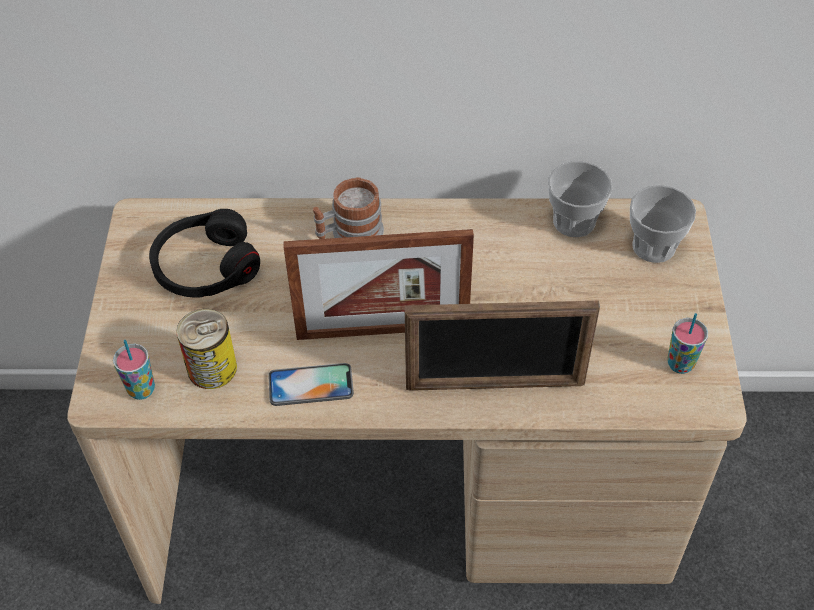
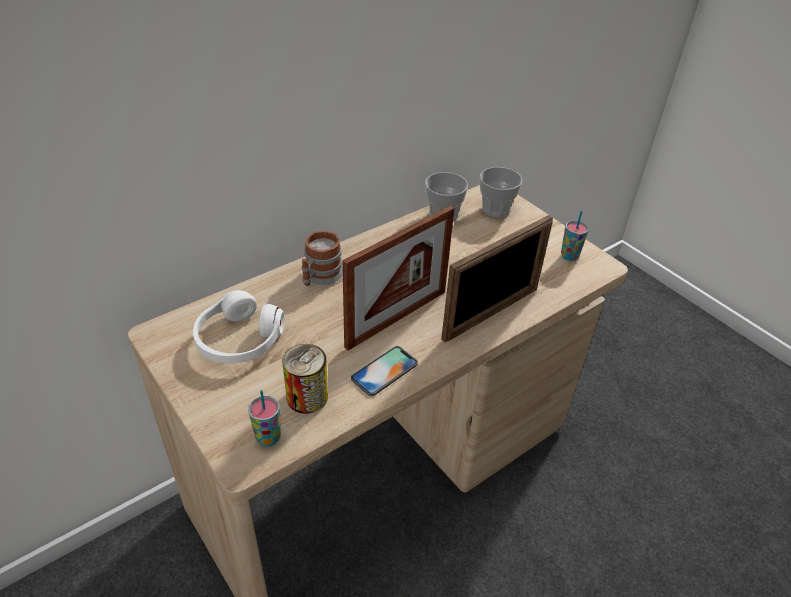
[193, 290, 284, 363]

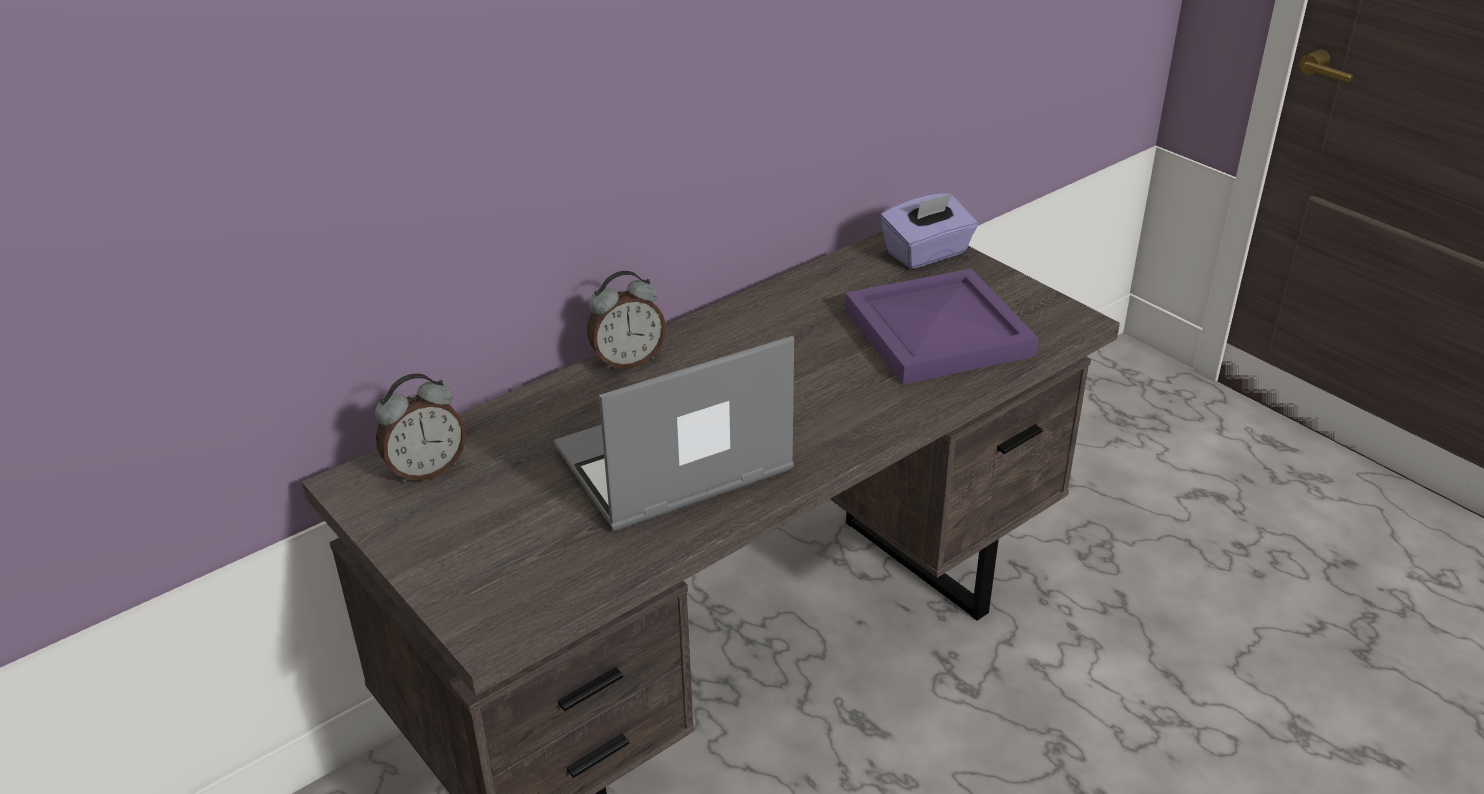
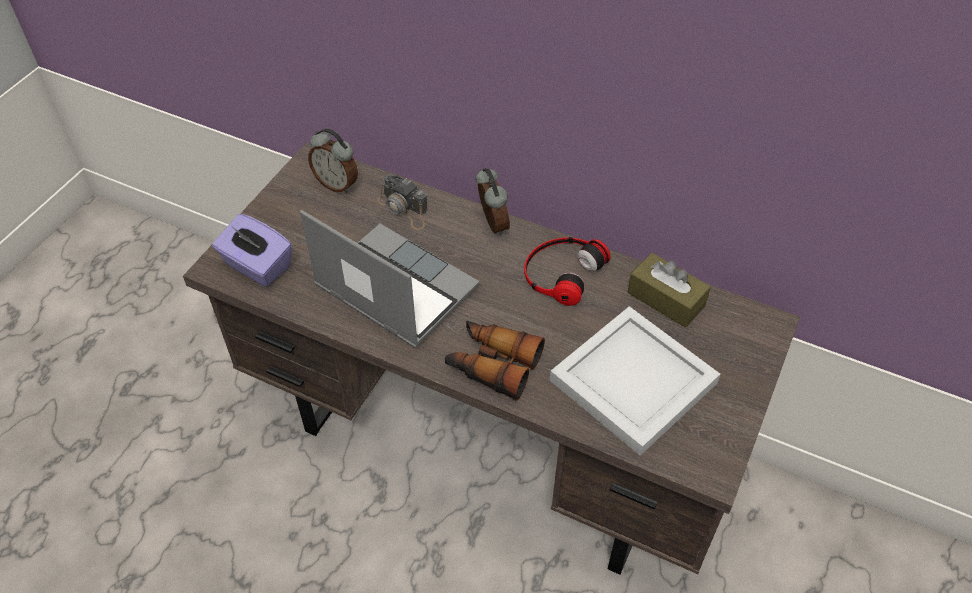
[212, 214, 292, 287]
[377, 174, 428, 230]
[445, 321, 545, 401]
[476, 167, 510, 236]
[524, 237, 611, 306]
[550, 306, 720, 456]
[628, 253, 711, 328]

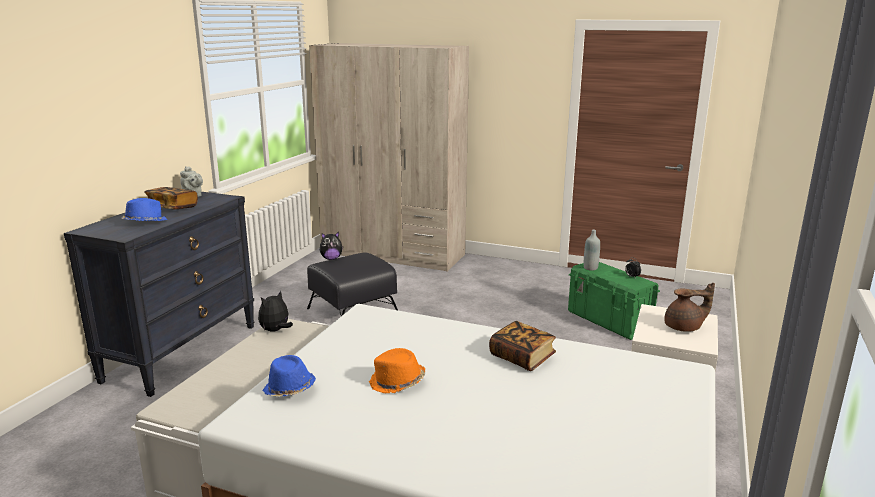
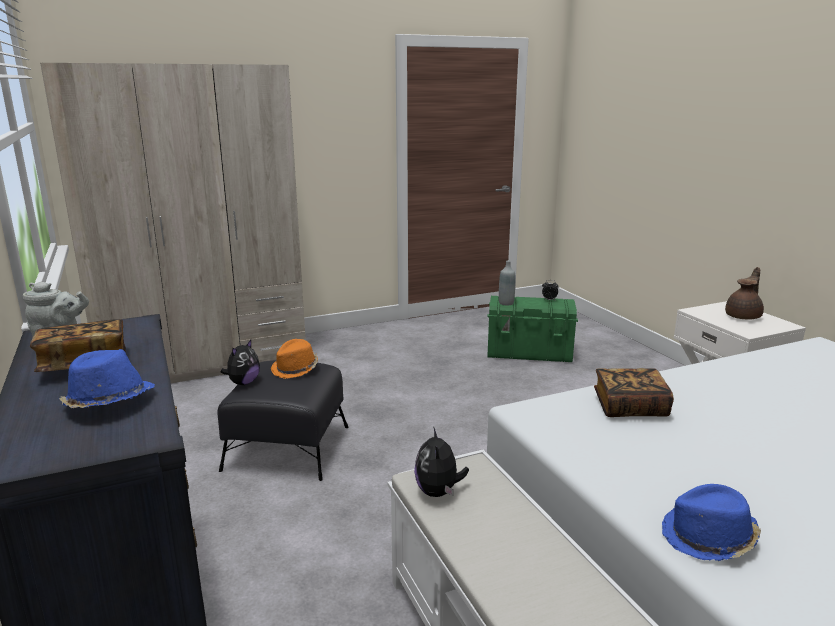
[271, 339, 318, 379]
[594, 368, 674, 417]

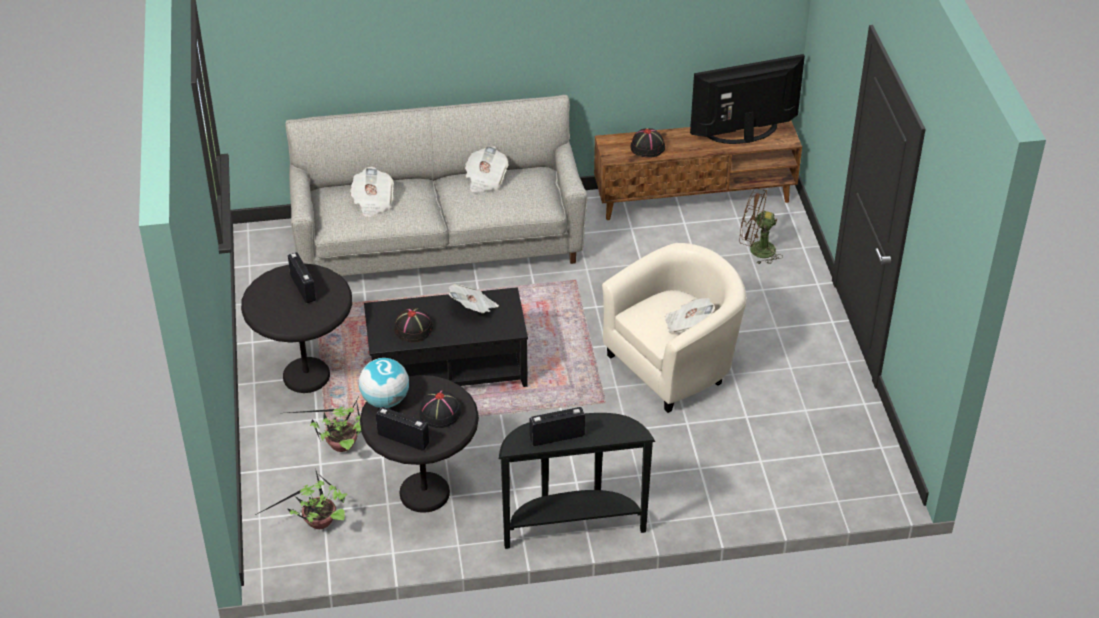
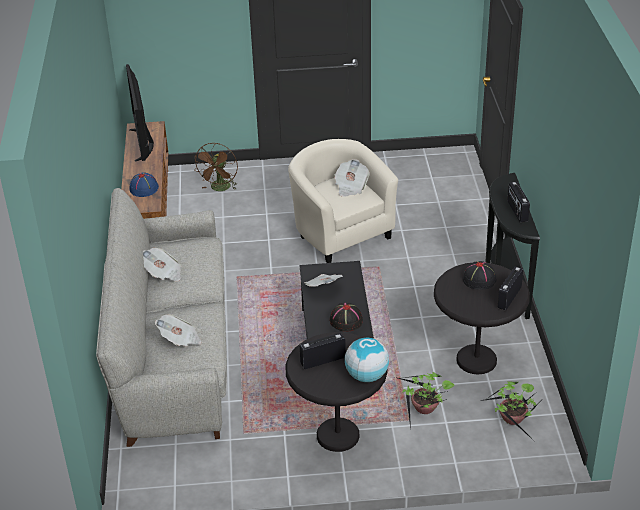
[129, 172, 159, 197]
[345, 338, 389, 382]

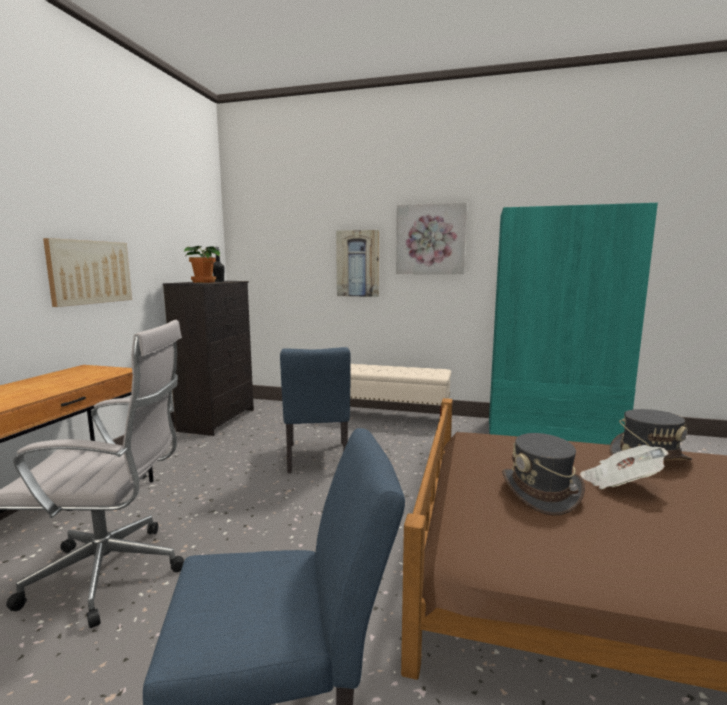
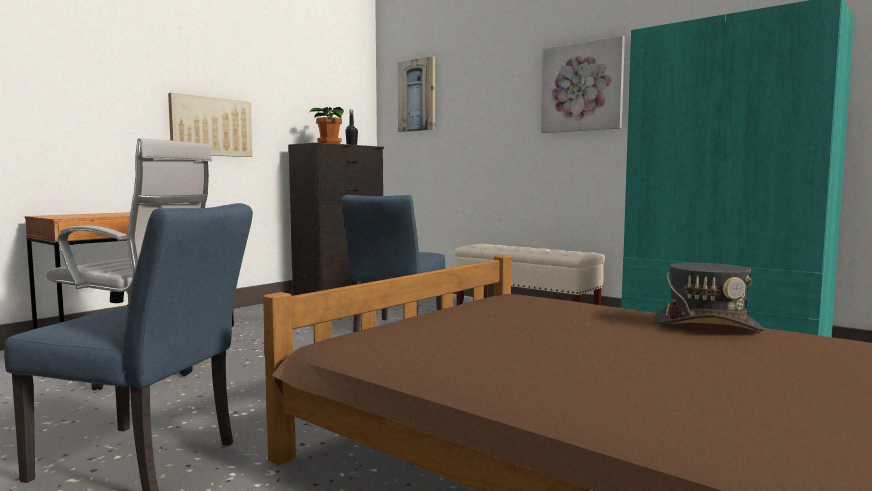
[398, 56, 435, 132]
[502, 433, 585, 516] (first image)
[580, 445, 669, 489] (first image)

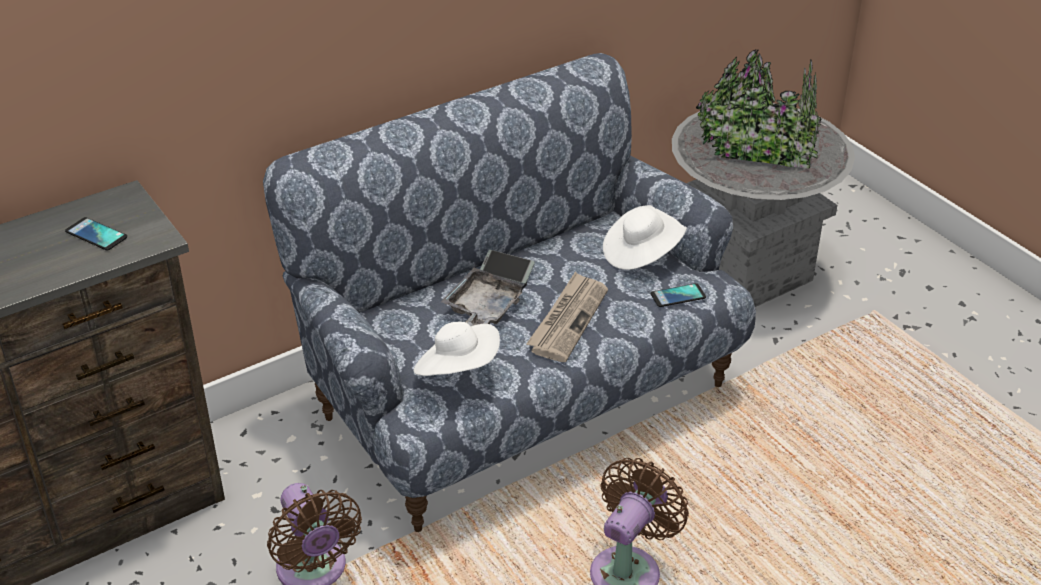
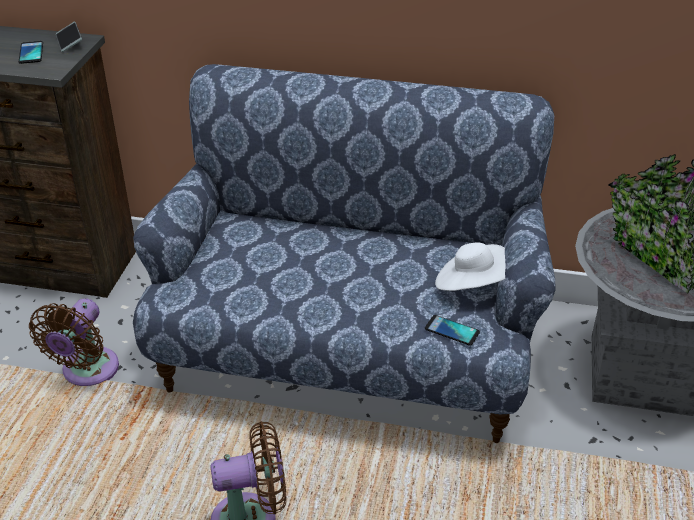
[56, 22, 82, 52]
[414, 322, 500, 376] (first image)
[441, 268, 527, 326] (first image)
[526, 272, 608, 362] (first image)

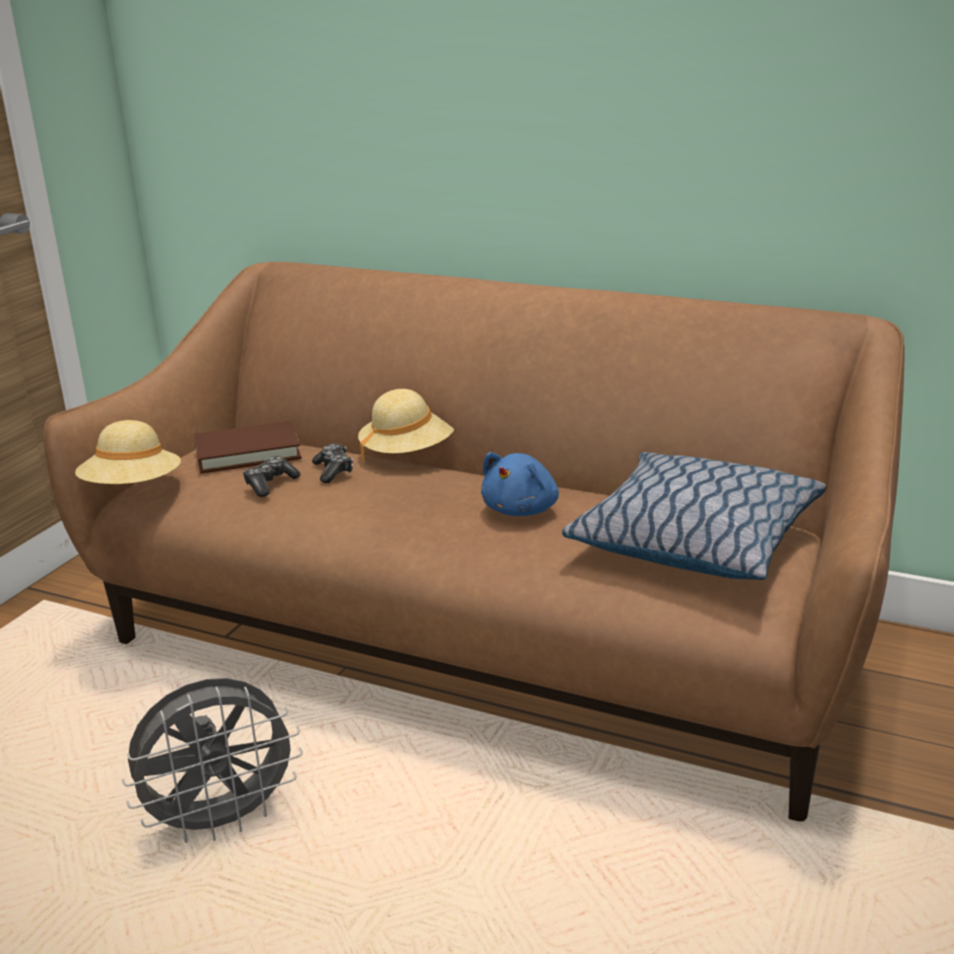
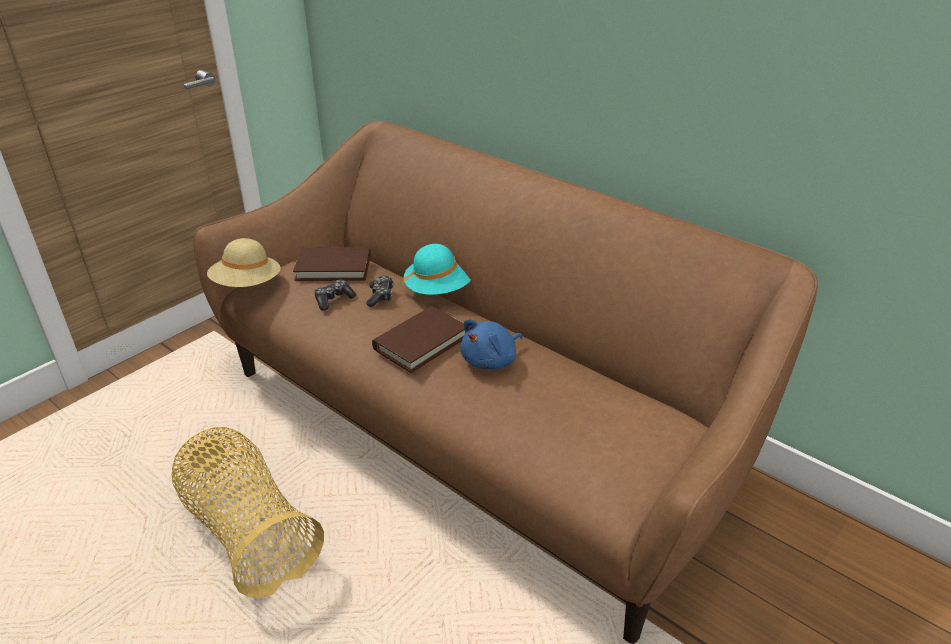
[172, 427, 324, 598]
[372, 306, 465, 373]
[403, 244, 471, 295]
[562, 452, 826, 580] (first image)

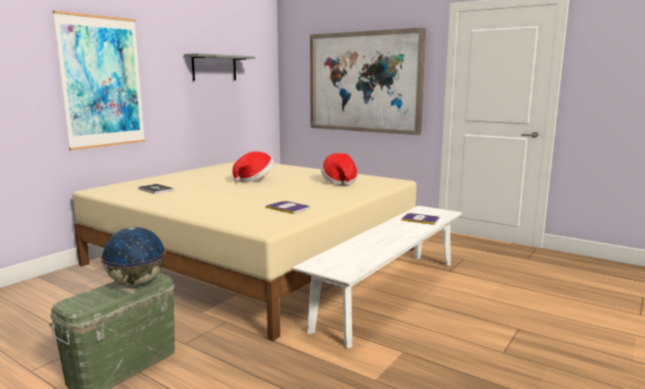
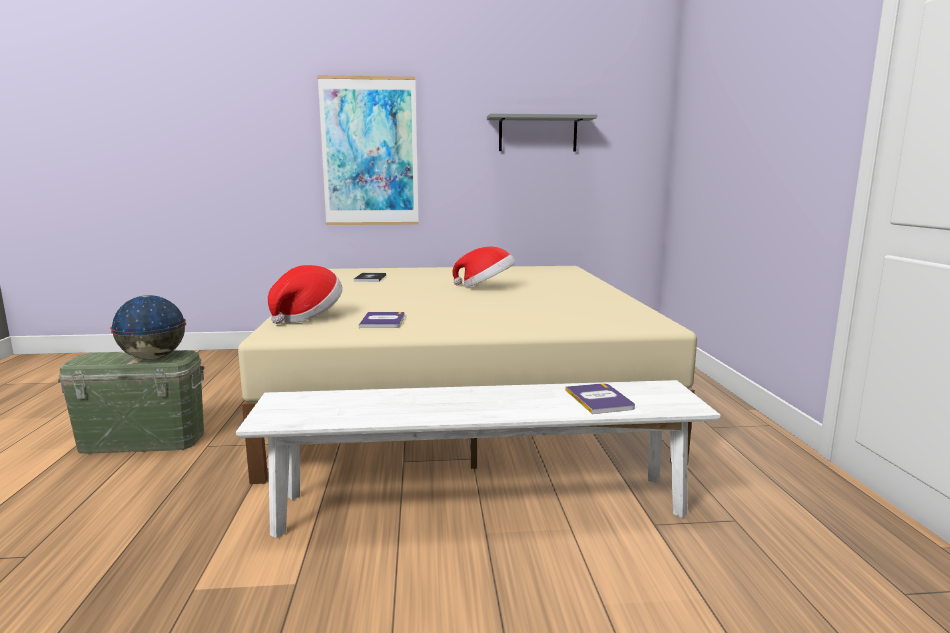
[268, 265, 343, 324]
[310, 28, 426, 135] (first image)

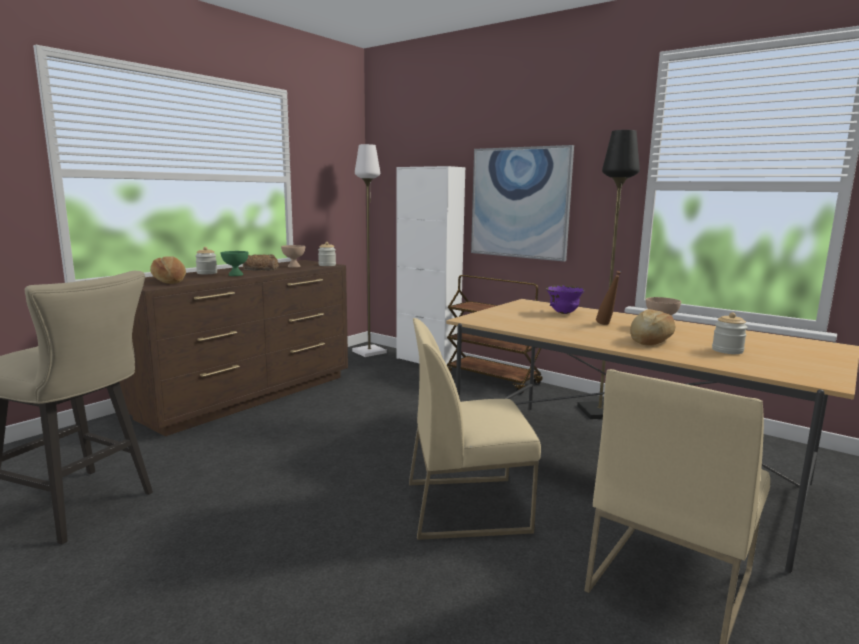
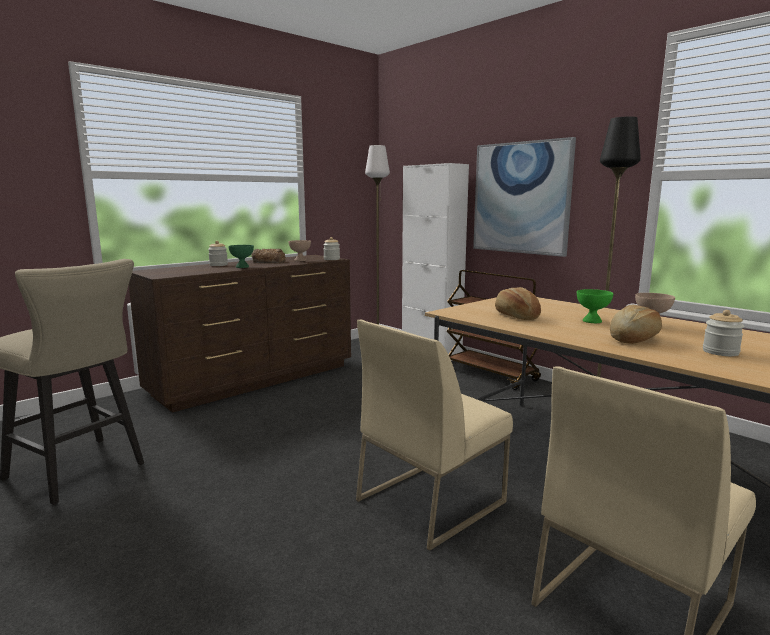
[356, 320, 513, 551]
[495, 287, 541, 320]
[577, 289, 613, 323]
[546, 285, 585, 314] (first image)

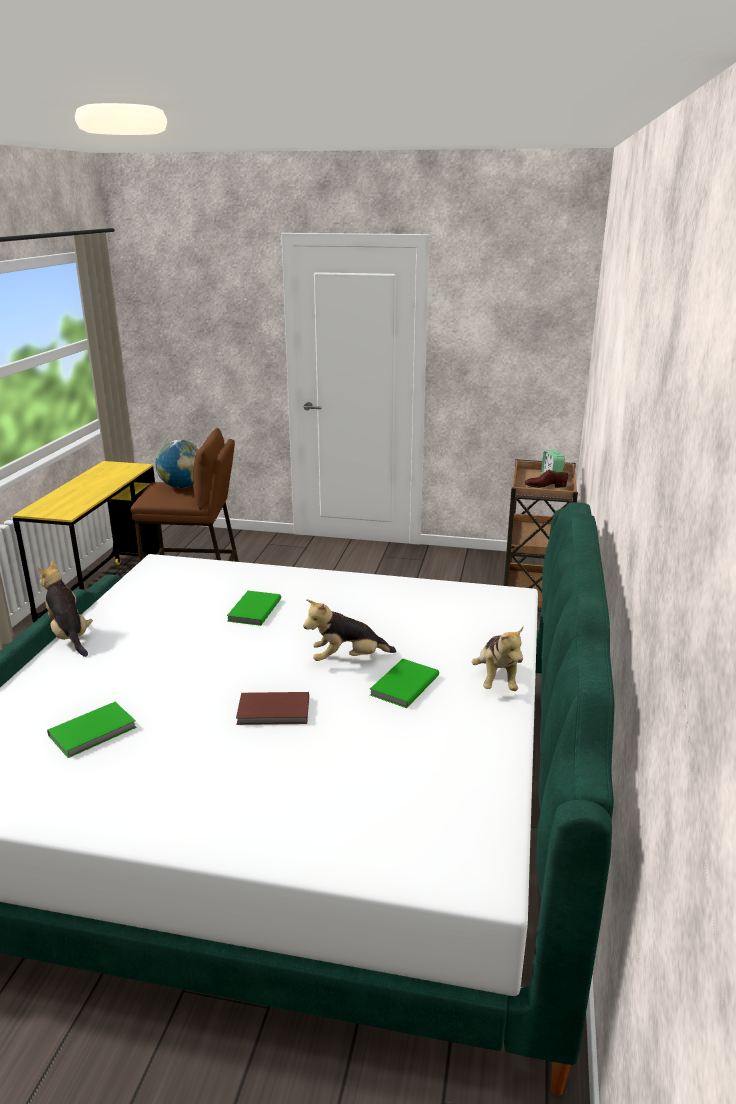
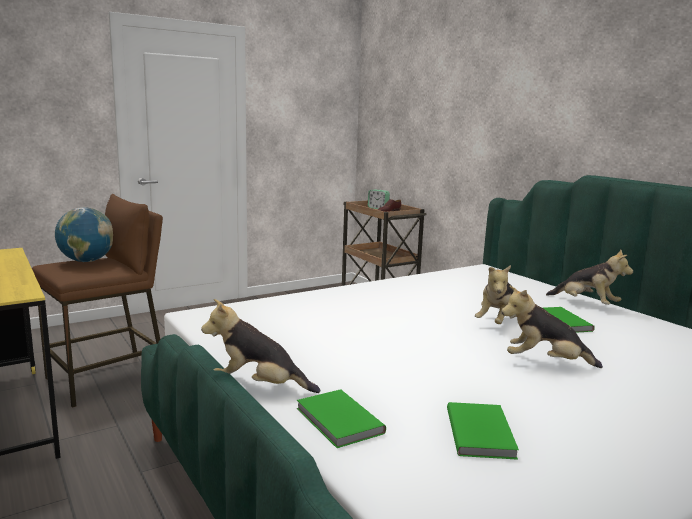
[297, 389, 386, 448]
[501, 285, 603, 368]

